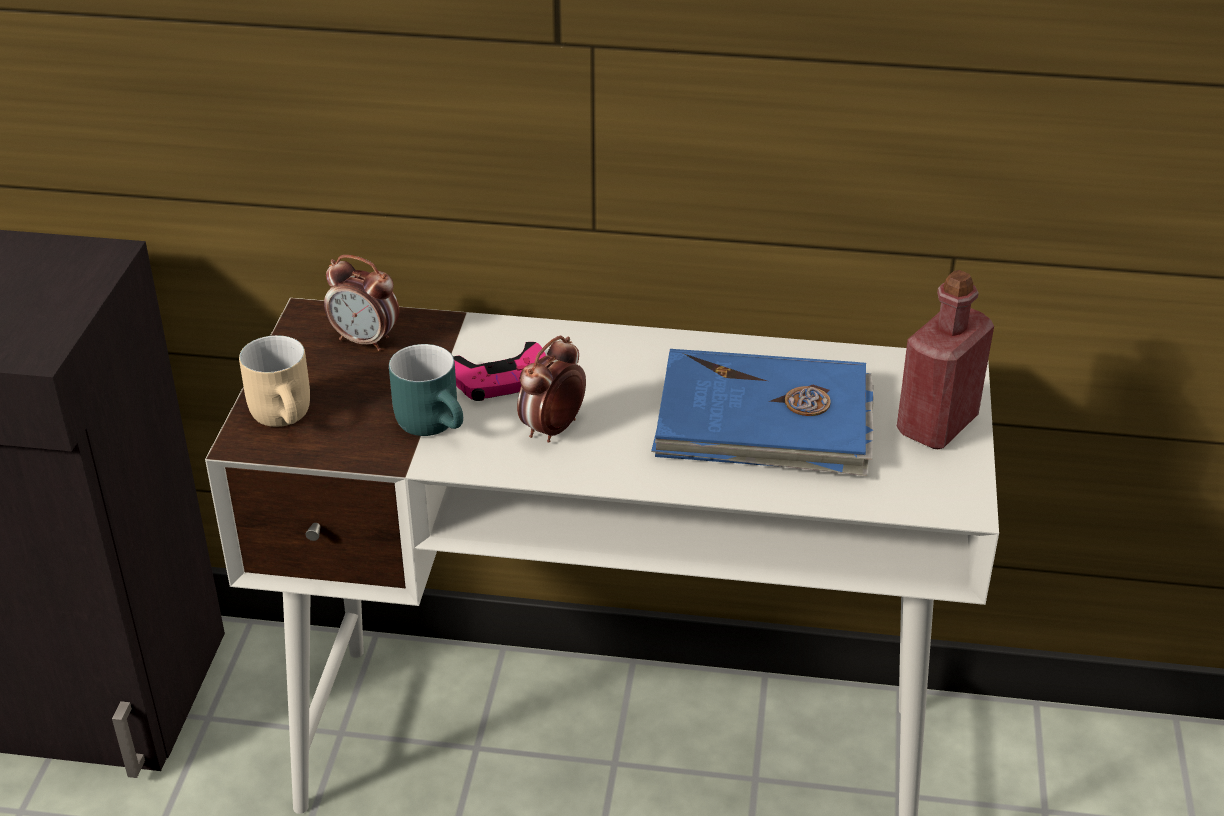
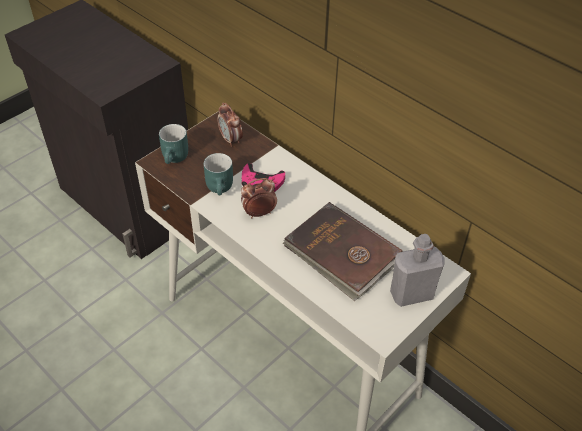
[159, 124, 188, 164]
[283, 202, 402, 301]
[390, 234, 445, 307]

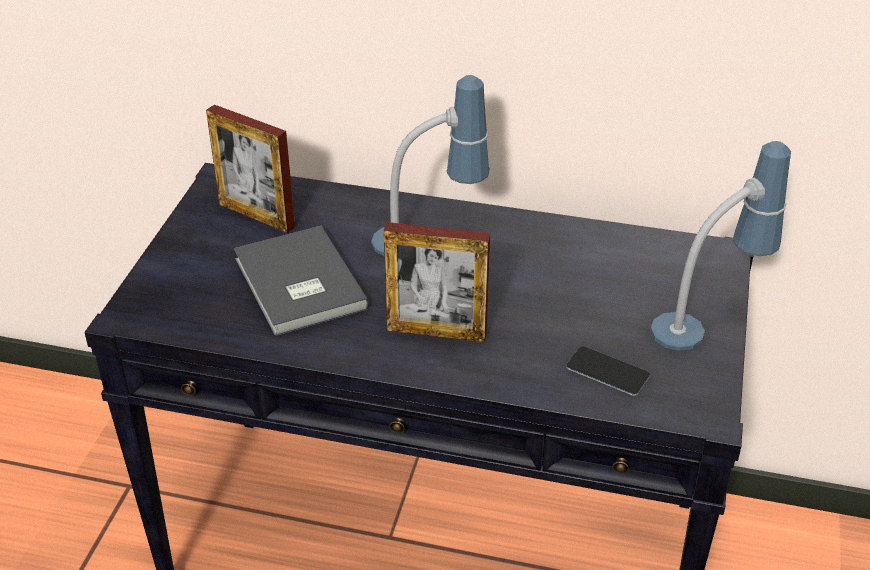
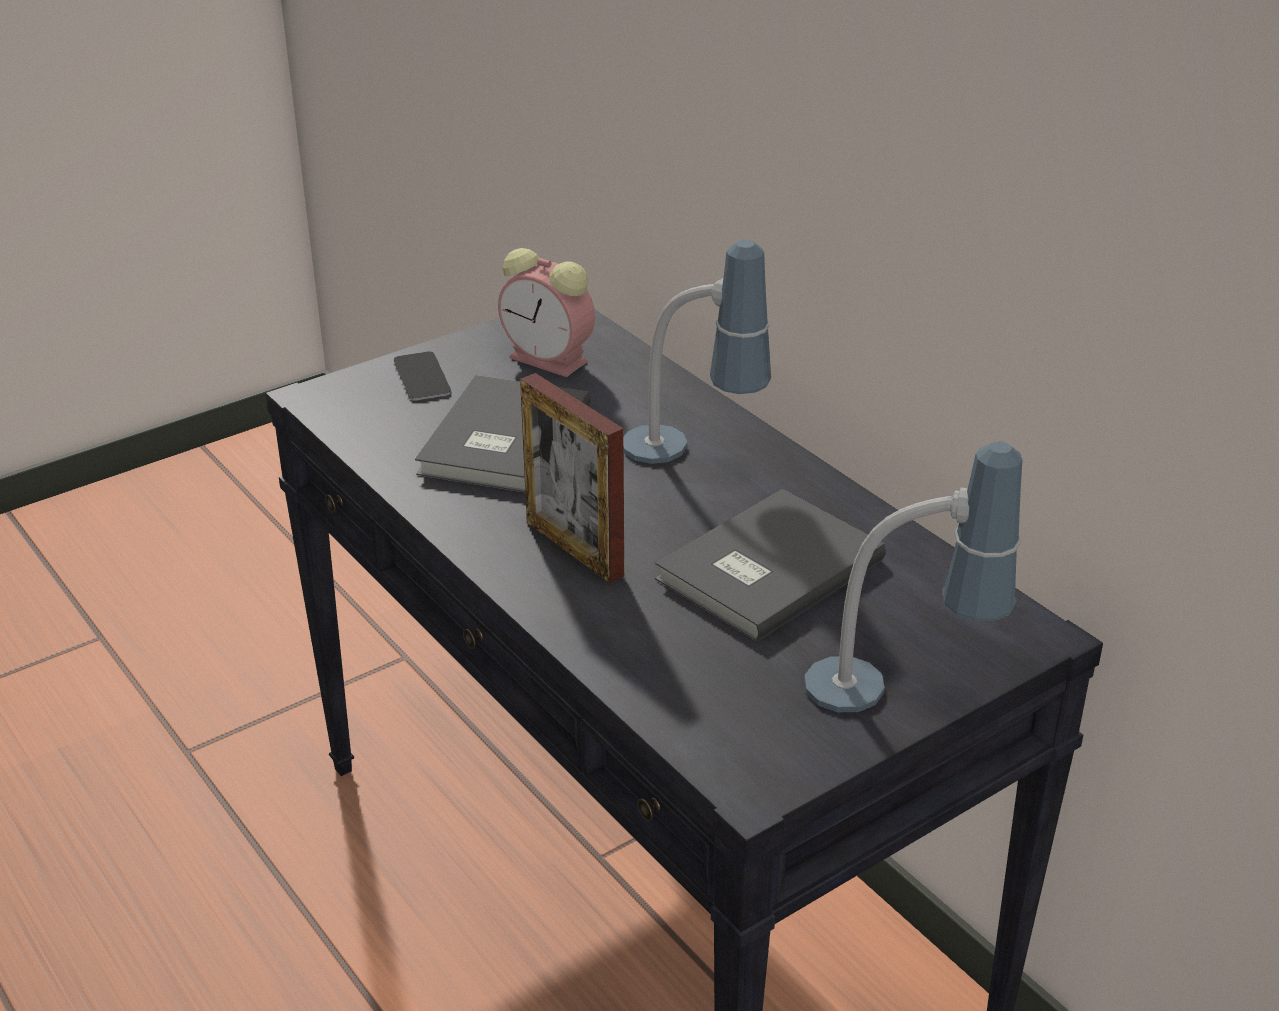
[394, 351, 451, 401]
[498, 248, 595, 377]
[655, 489, 886, 642]

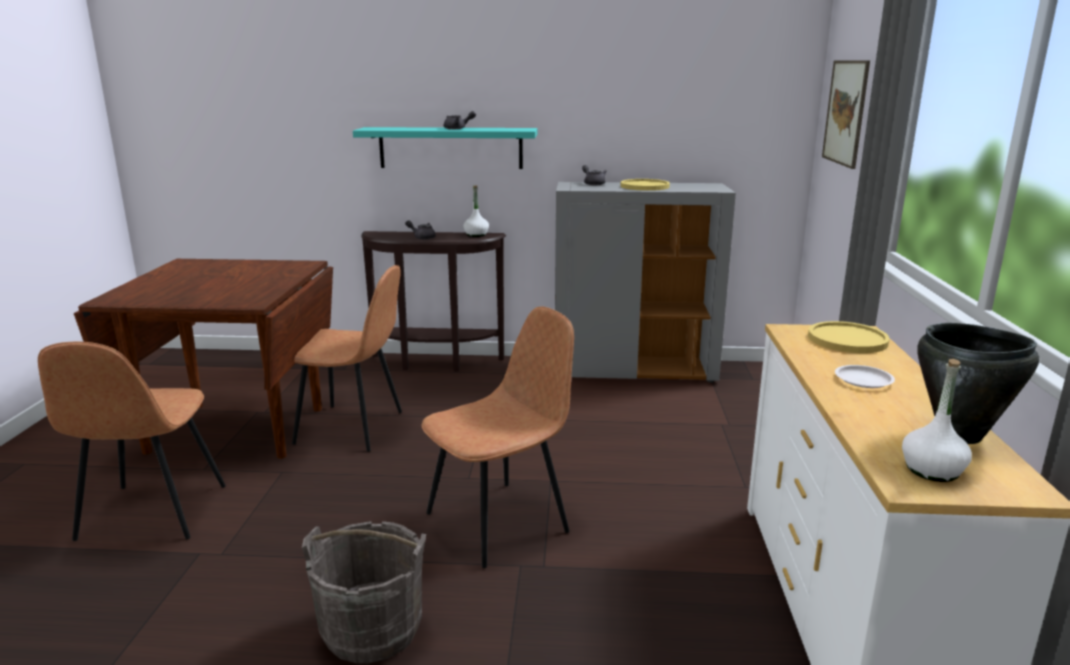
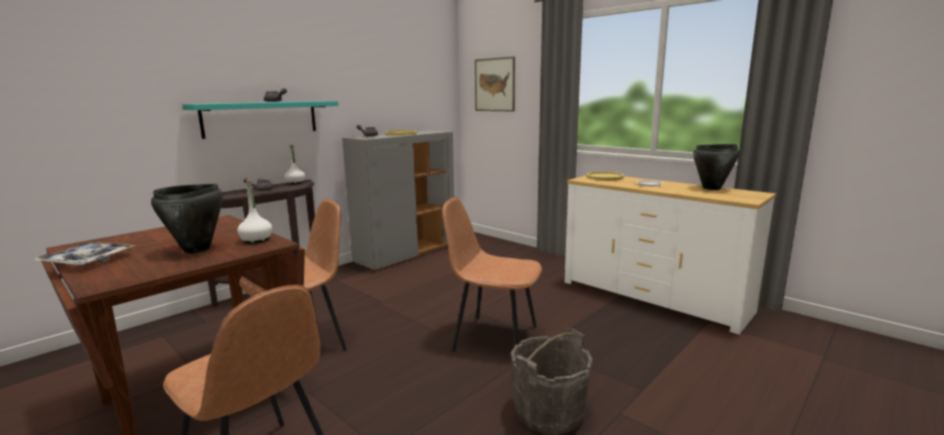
[34, 242, 136, 265]
[151, 184, 223, 253]
[237, 180, 272, 244]
[442, 197, 542, 352]

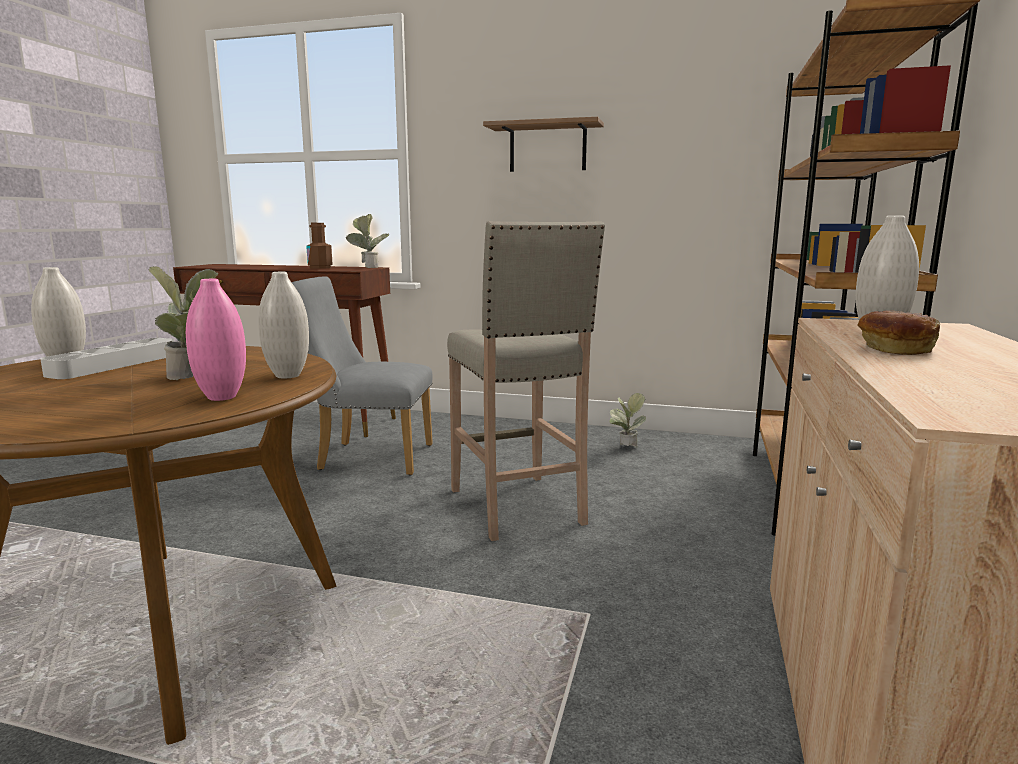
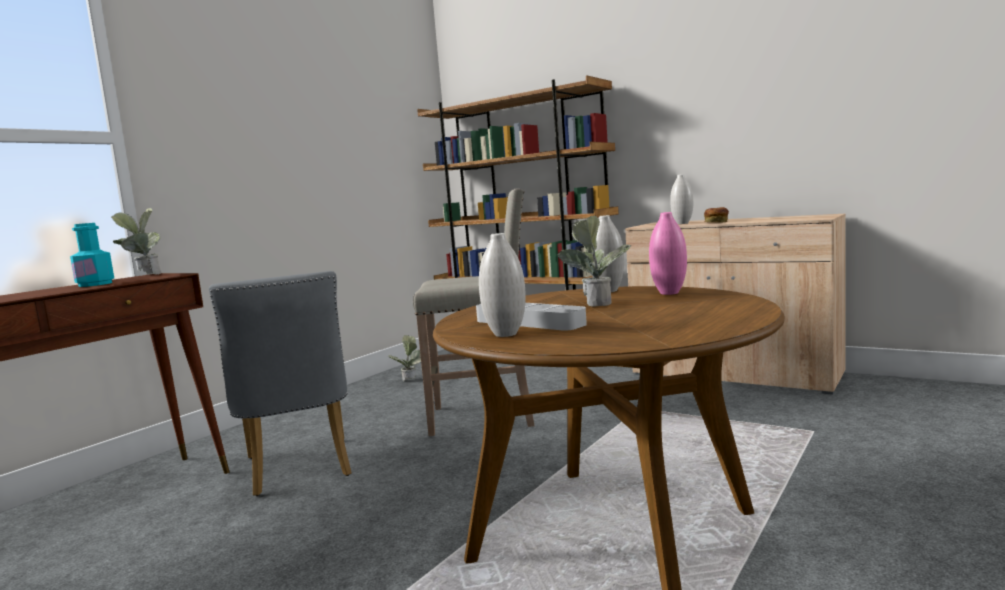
[70, 223, 114, 287]
[209, 271, 352, 496]
[483, 117, 604, 172] (first image)

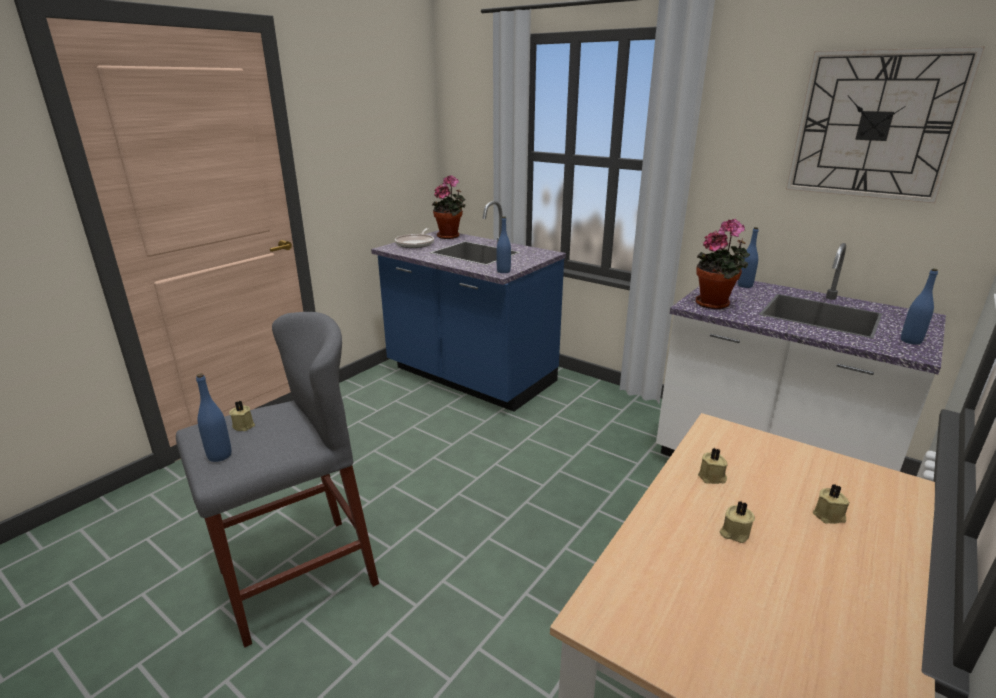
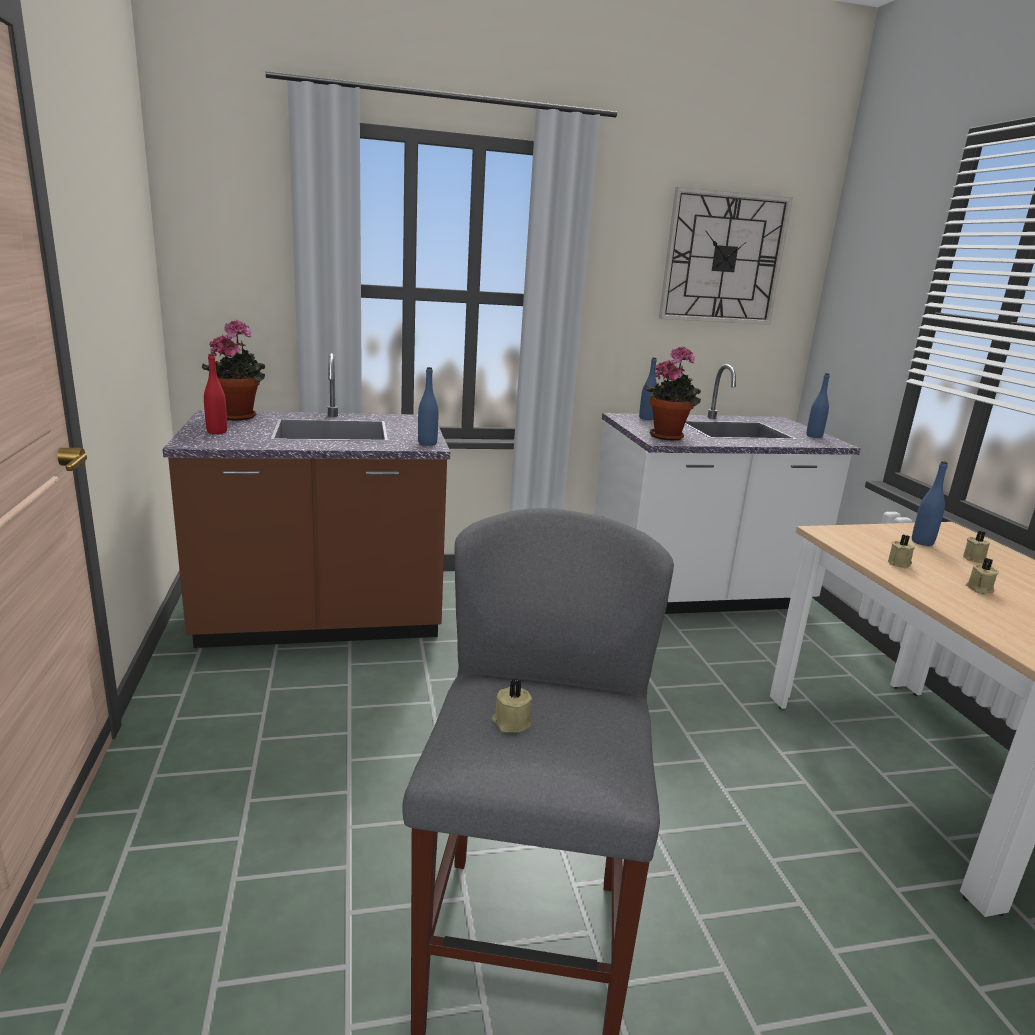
[162, 353, 450, 648]
[204, 354, 227, 434]
[912, 461, 948, 546]

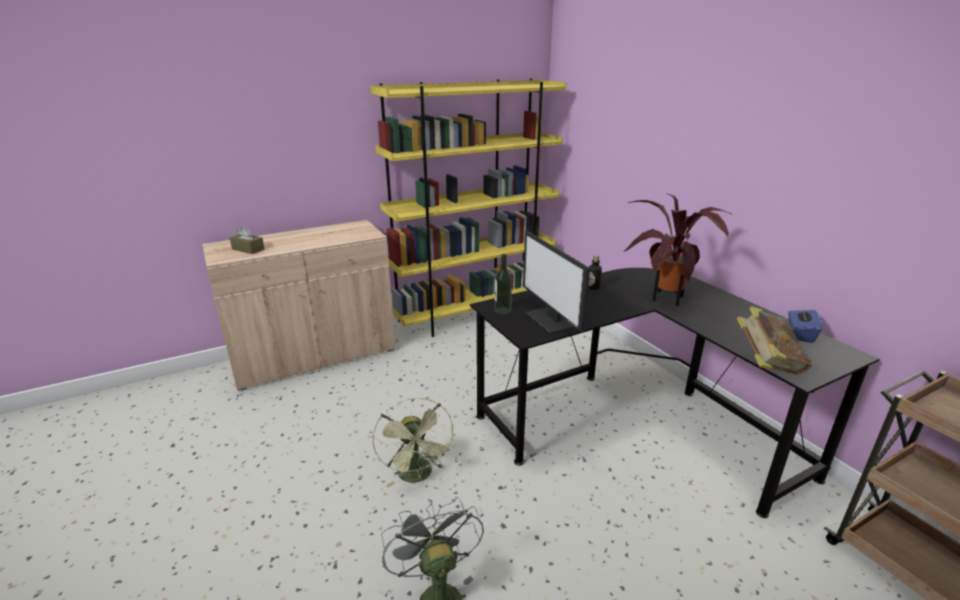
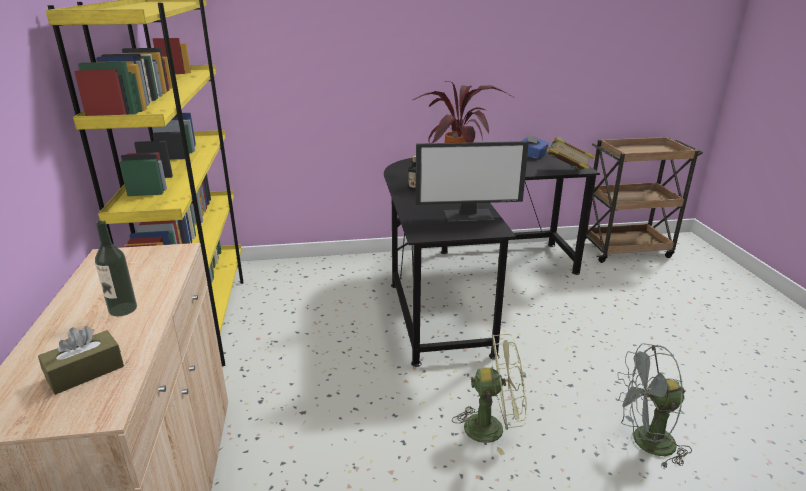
[95, 220, 137, 316]

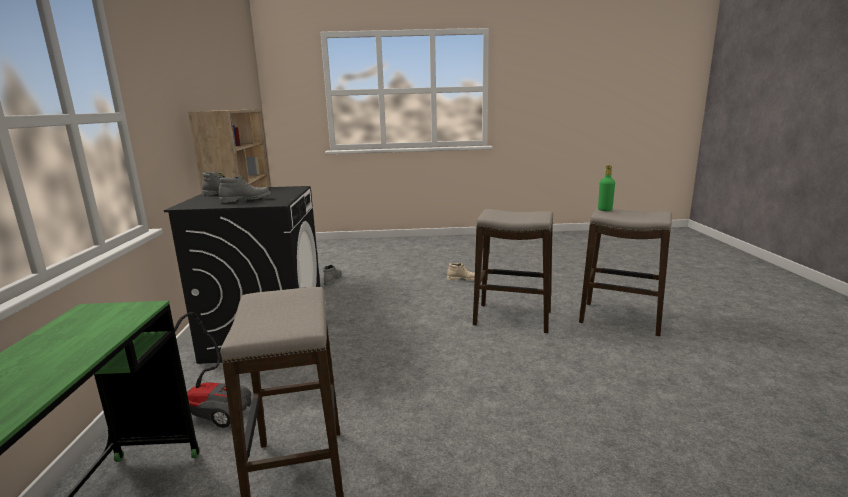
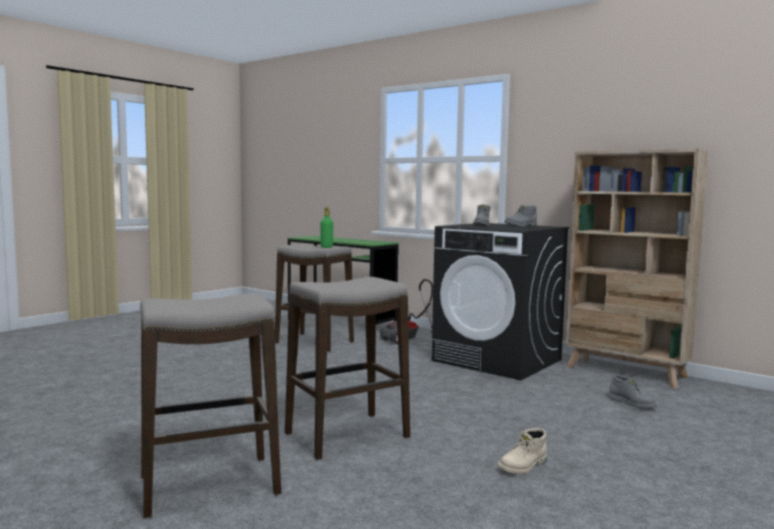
[320, 207, 333, 248]

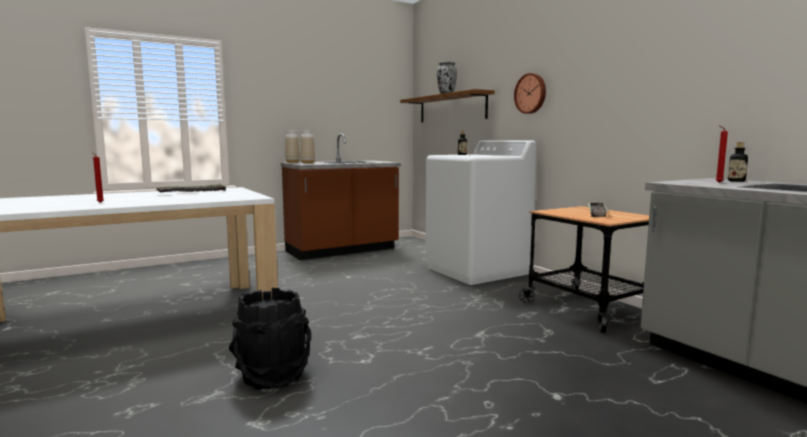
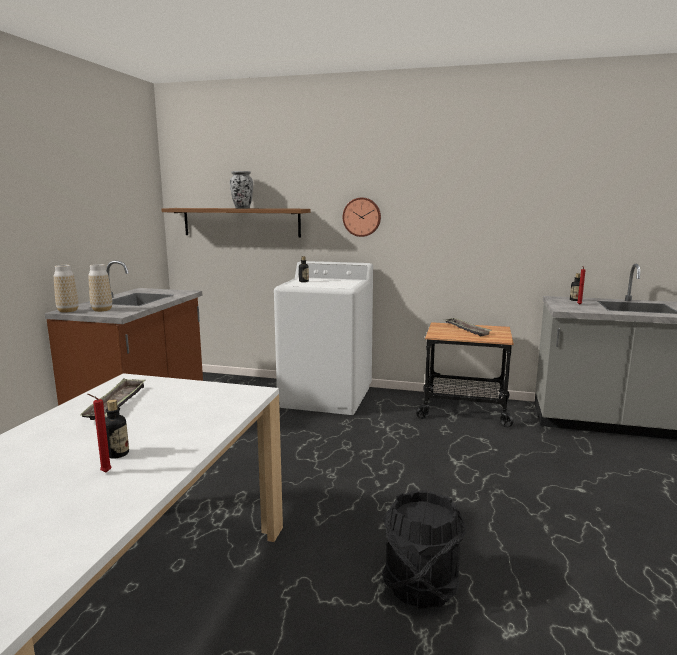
[105, 399, 129, 459]

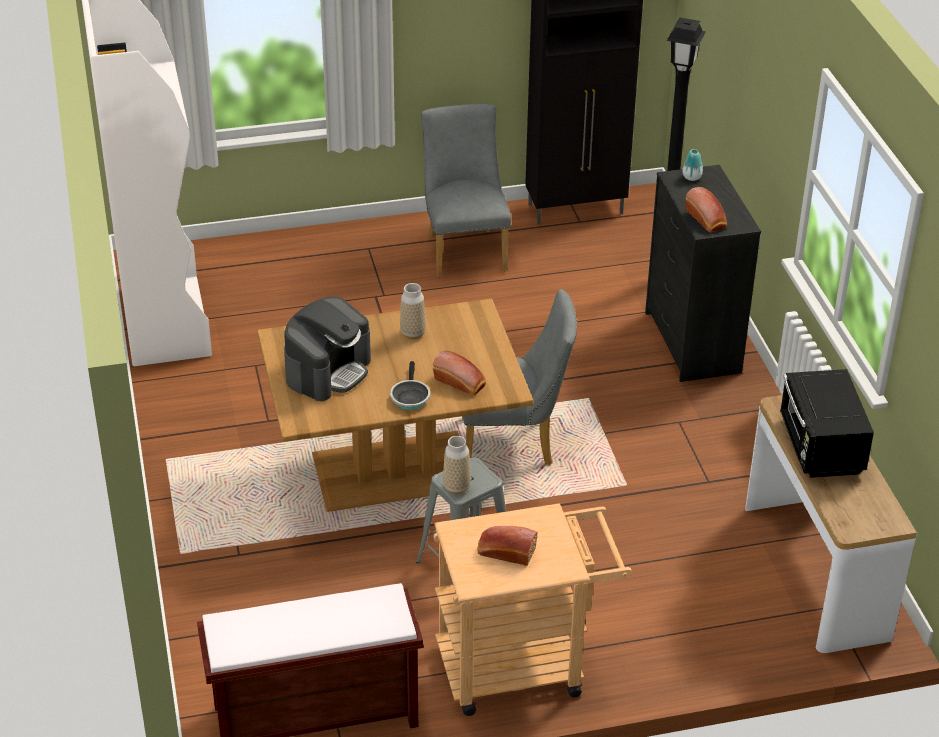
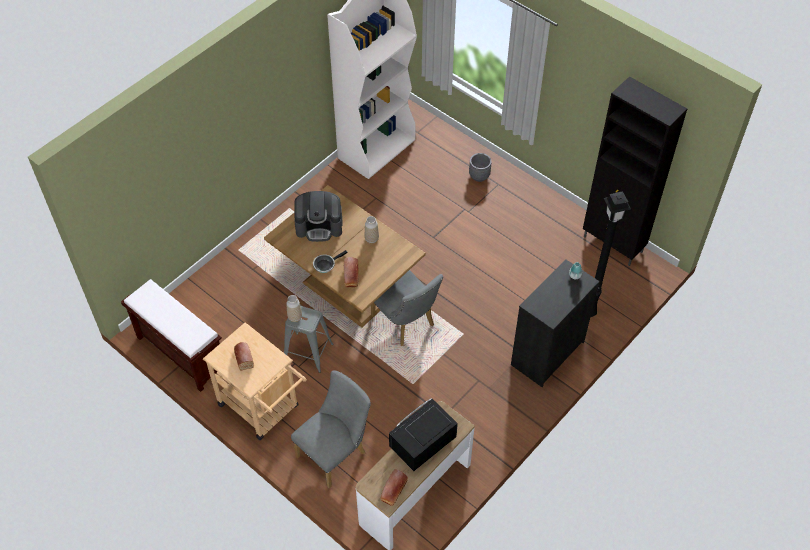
[291, 370, 371, 488]
[381, 469, 408, 506]
[469, 153, 492, 182]

